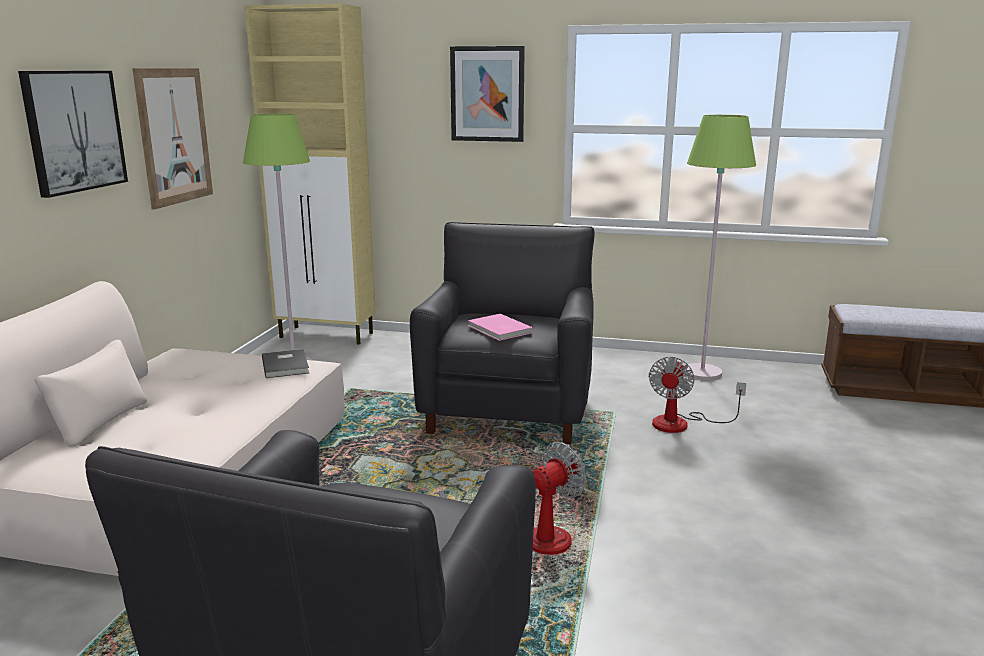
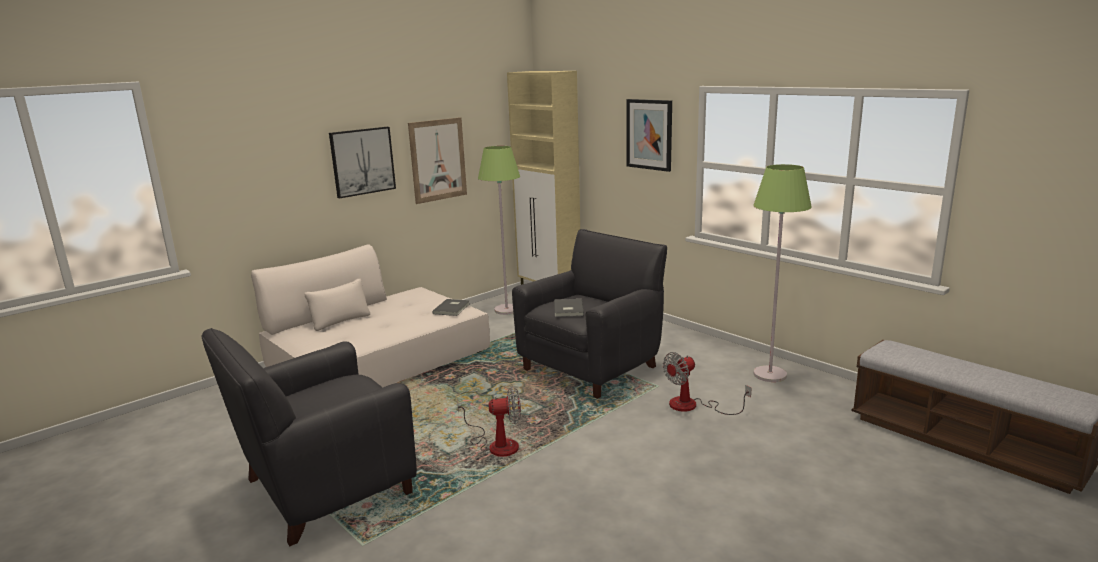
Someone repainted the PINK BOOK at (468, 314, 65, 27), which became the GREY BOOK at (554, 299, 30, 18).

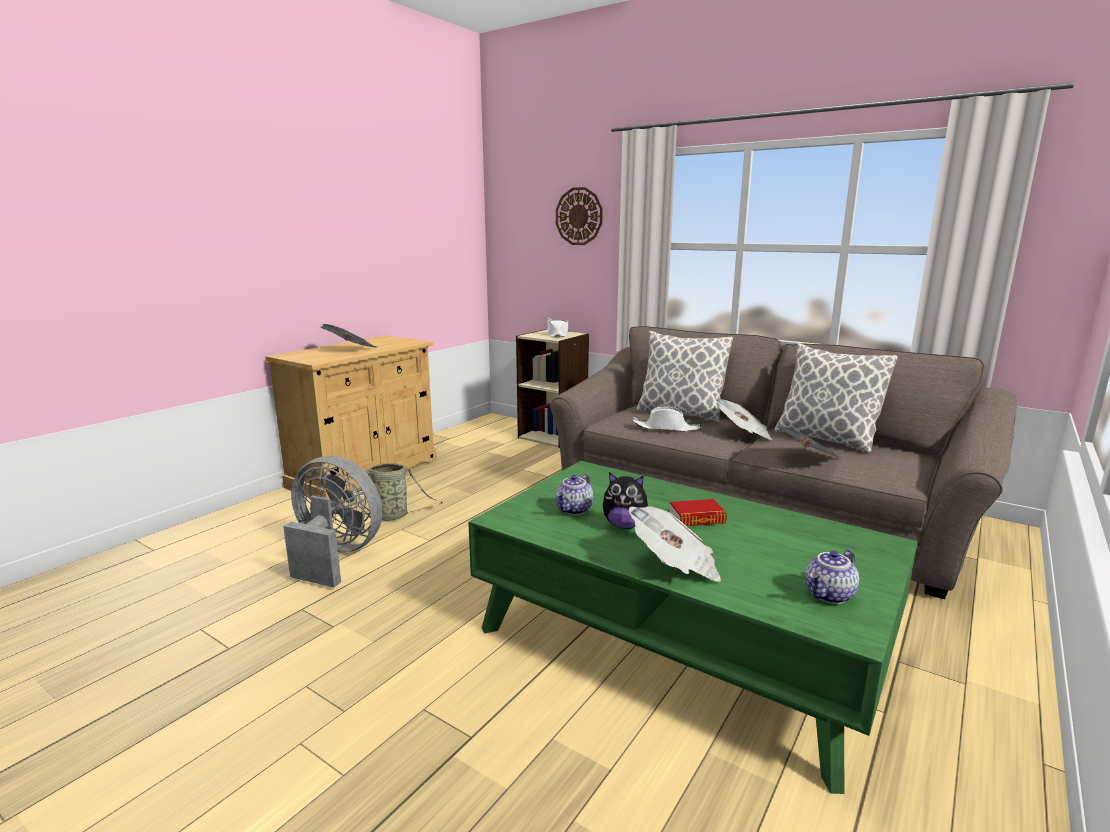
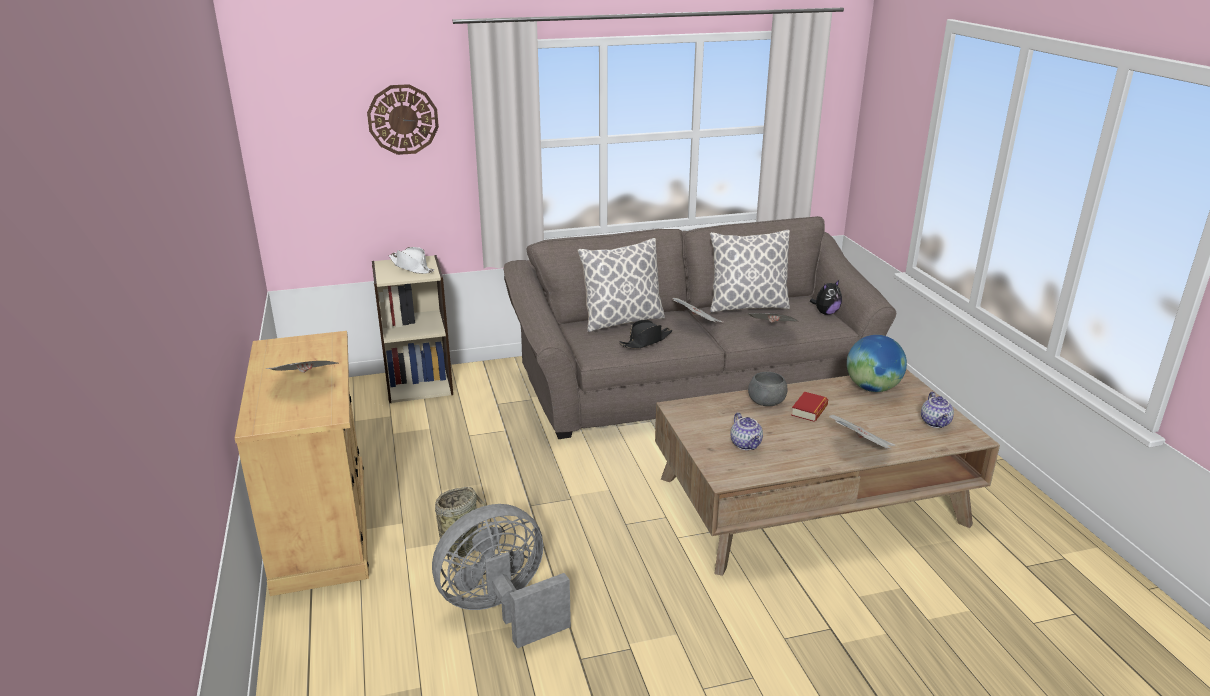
Someone repainted the GREEN COFFEE TABLE at (468, 461, 450, 333), which became the BROWN COFFEE TABLE at (655, 369, 345, 207). Someone carried the PLUSH TOY from (603, 472, 51, 57) to (810, 280, 32, 35). Someone repainted the WHITE HAT at (632, 407, 70, 24), which became the BLACK HAT at (619, 320, 53, 29). Someone put down the GREY BOWL at (748, 372, 39, 34). Someone put down the GLOBE at (847, 335, 60, 57).

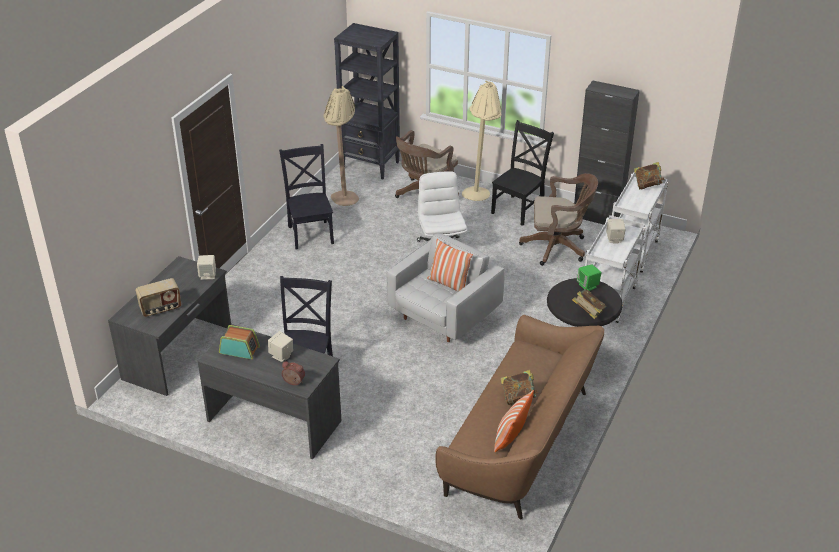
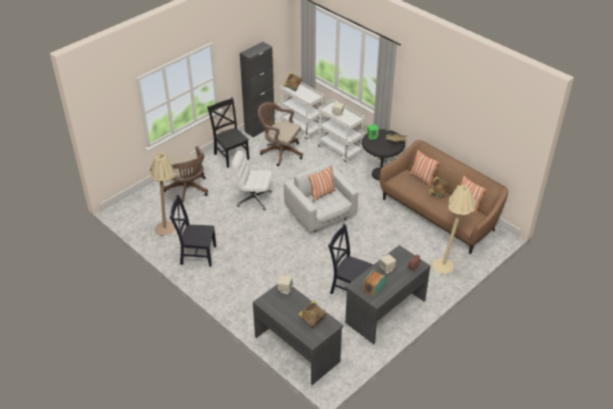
Someone swapped the RADIO at (135, 278, 46, 39) for the BOOK at (299, 300, 27, 28). Someone took away the BLACK BOOKCASE at (334, 23, 66, 156). Someone carried the BEIGE FLOOR LAMP from (462, 80, 39, 121) to (432, 185, 44, 89). Someone rotated the BROWN OFFICE CHAIR at (519, 173, 79, 93) by 90 degrees counterclockwise. Someone put down the PILLOW at (409, 150, 30, 36).

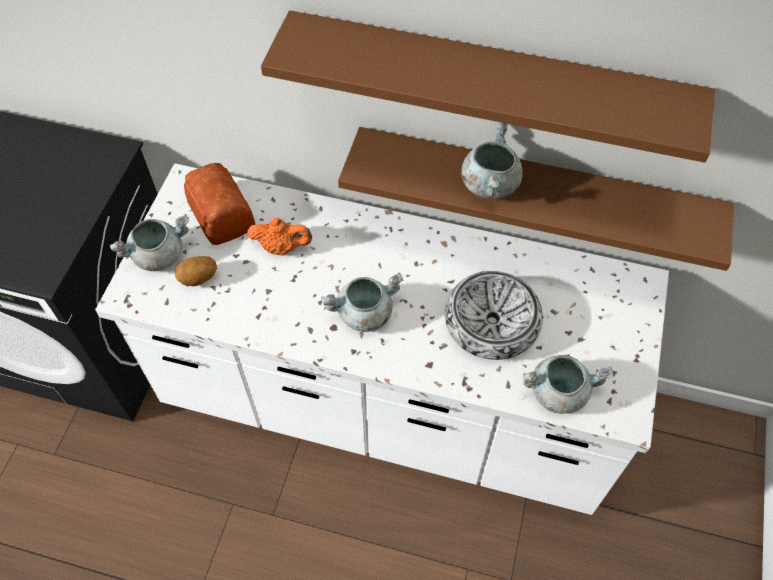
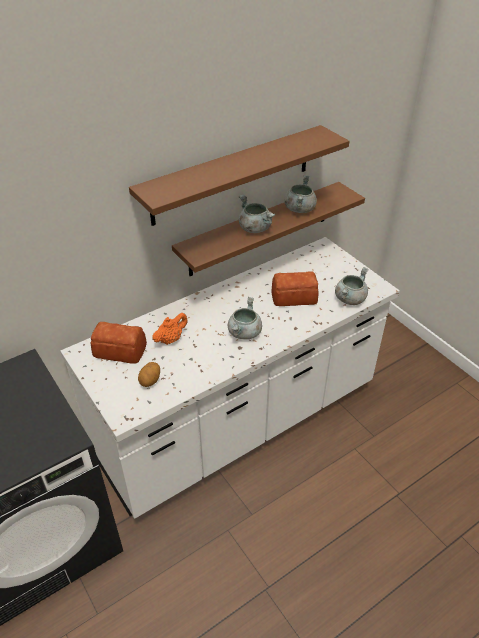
Someone carried the GREY COOKING POT from (110, 214, 79, 57) to (284, 175, 33, 38). Someone swapped the BOWL at (445, 271, 98, 89) for the BREAD at (271, 271, 48, 35).

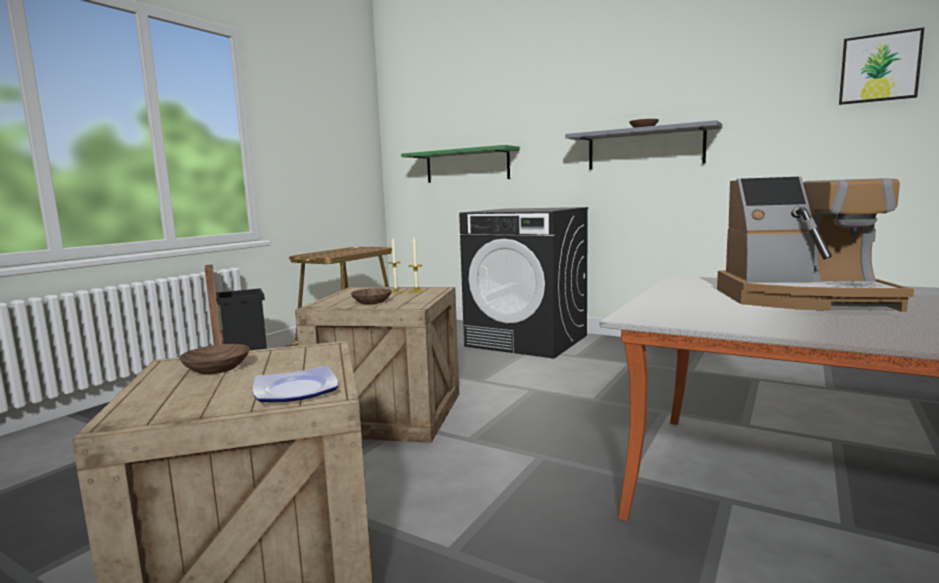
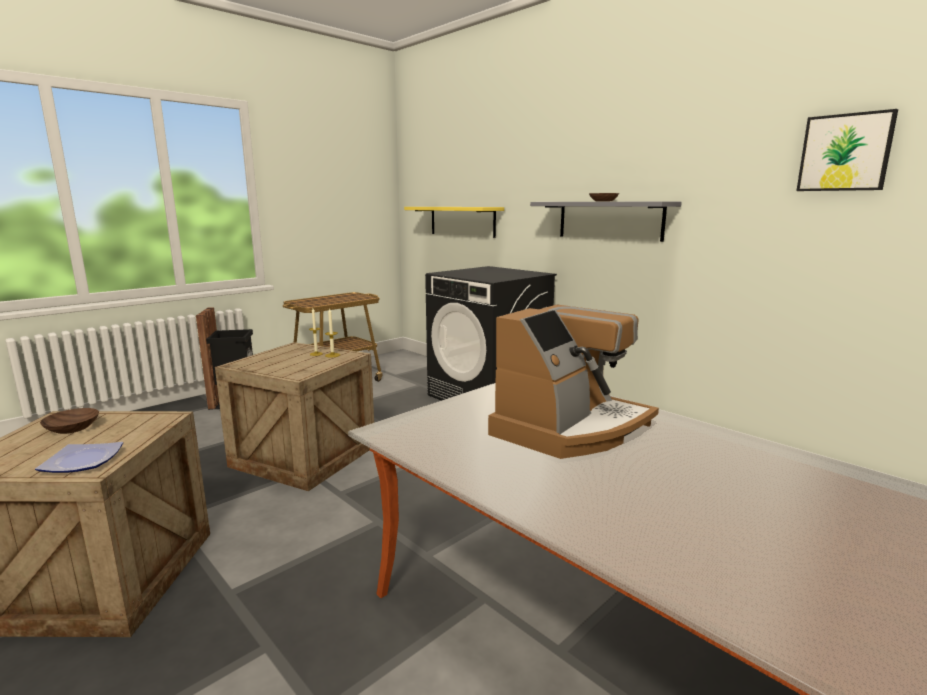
Someone took away the BROWN BOWL at (351, 288, 41, 16). Someone repainted the GREEN SHELF at (401, 145, 119, 38), which became the YELLOW SHELF at (404, 207, 100, 31). Someone rotated the COFFEE MACHINE at (717, 176, 197, 136) by 75 degrees counterclockwise.

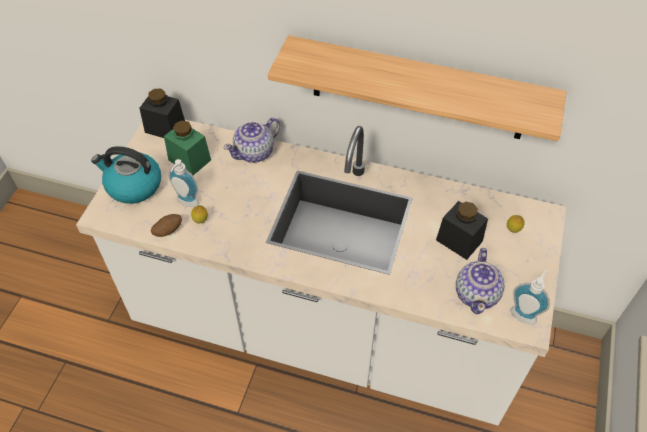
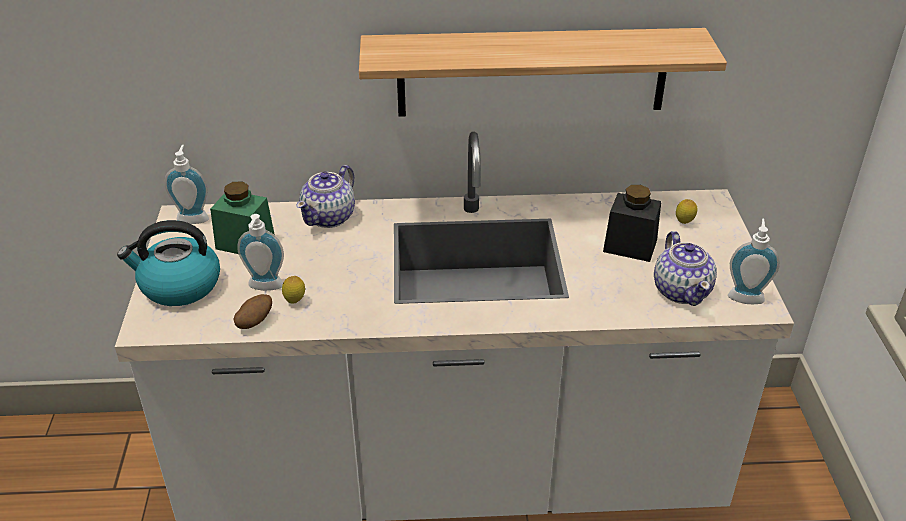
Someone swapped the BLACK JAR at (140, 89, 45, 49) for the SOAP DISPENSER at (164, 145, 45, 79).

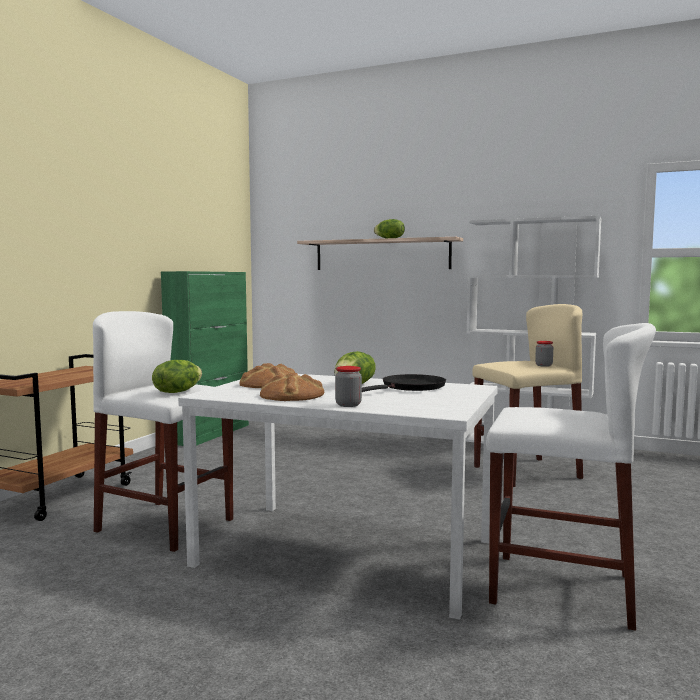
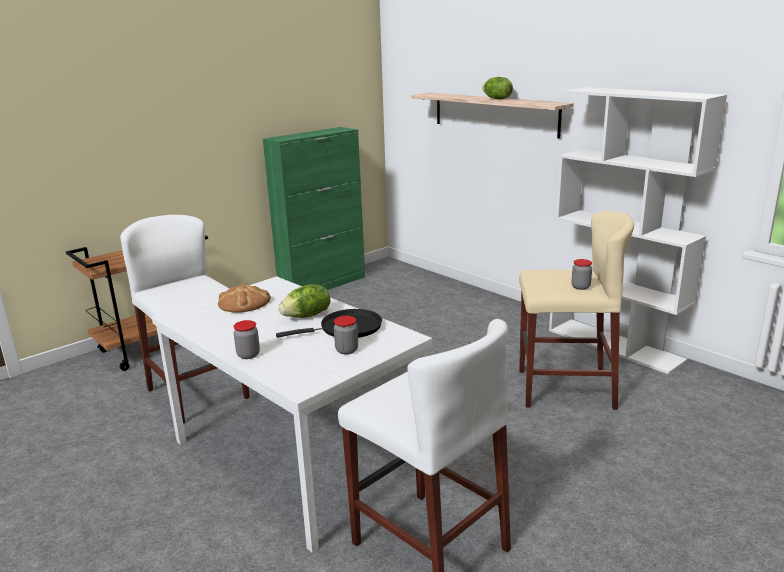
Someone took away the LETTUCE at (152, 360, 50, 33). Someone took away the BREAD at (260, 372, 64, 29). Someone put down the JAR at (334, 316, 24, 38).

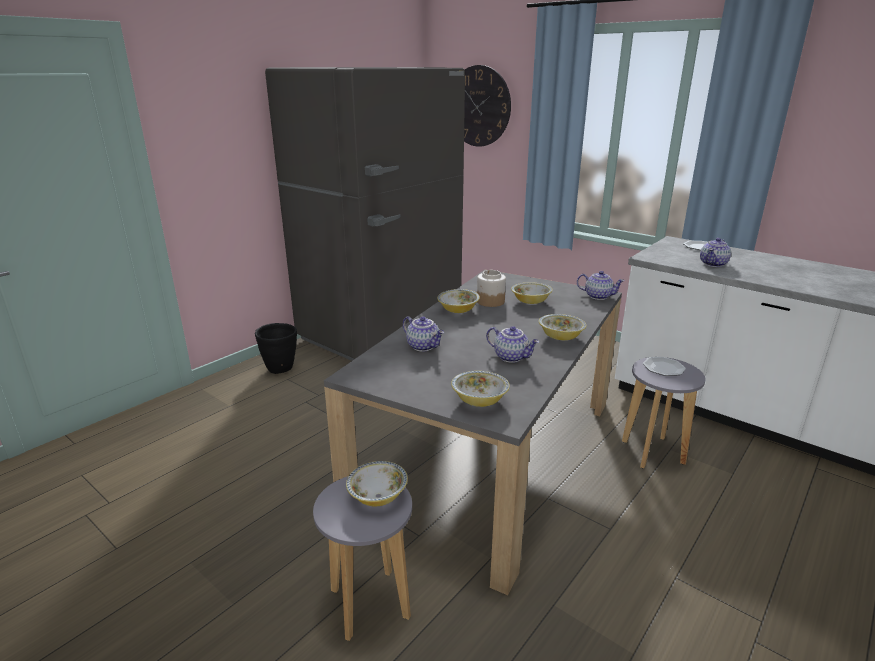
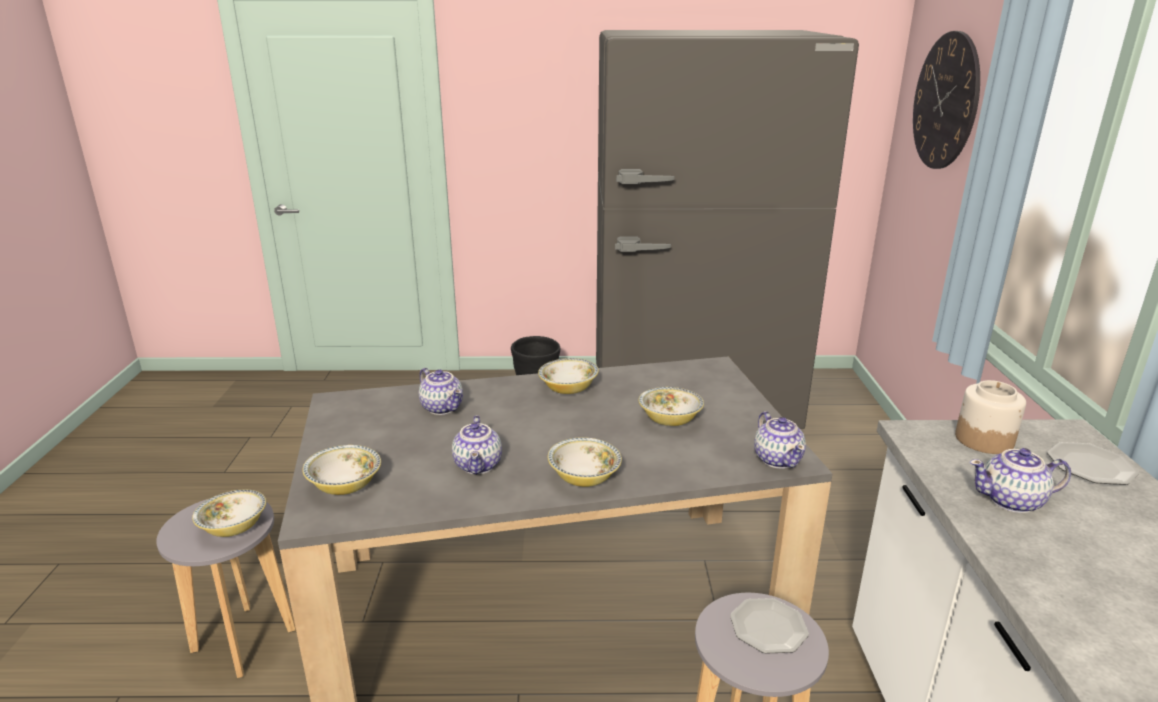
Someone rotated the TEAPOT at (403, 316, 41, 35) by 45 degrees counterclockwise. Someone carried the JAR from (477, 270, 29, 37) to (955, 380, 71, 74).

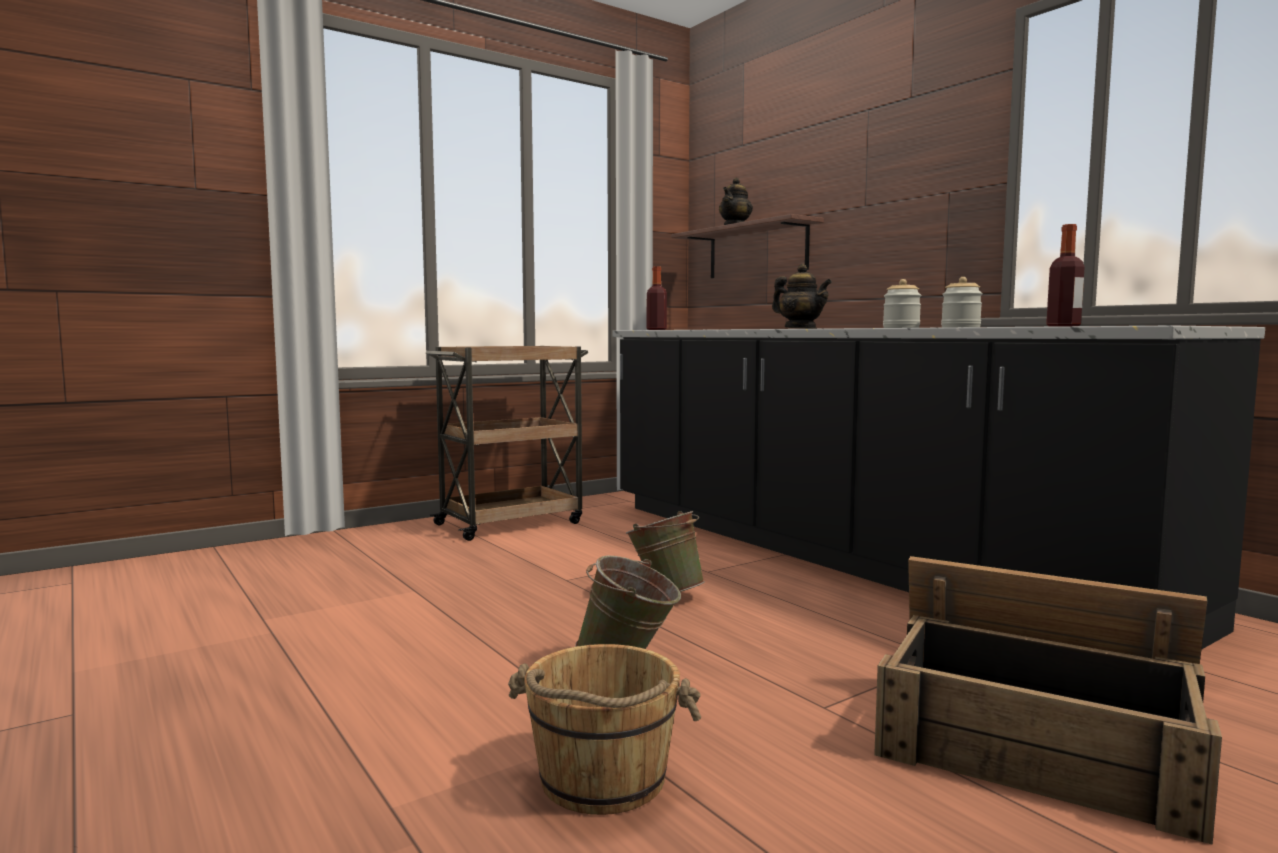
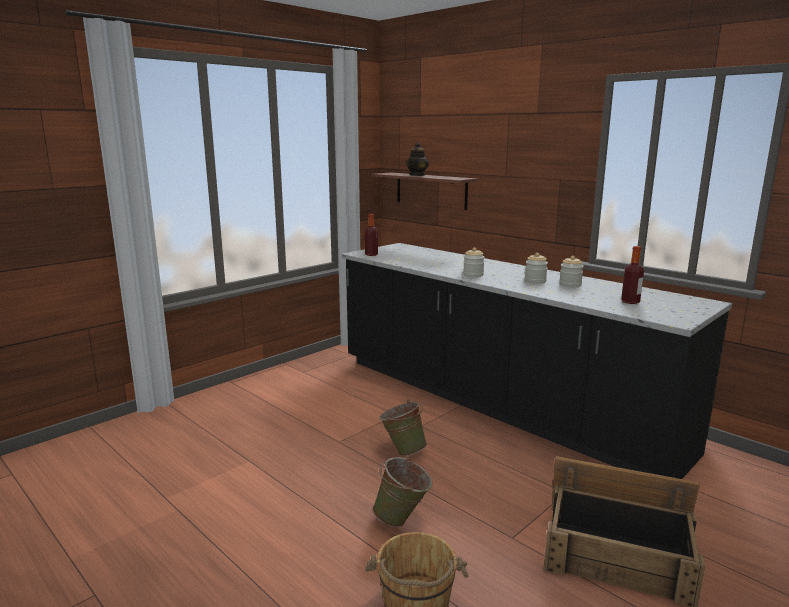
Someone took away the BROWN CART at (426, 346, 162, 195). Someone swapped the TEAPOT at (772, 264, 60, 65) for the JAR at (463, 248, 22, 29).

